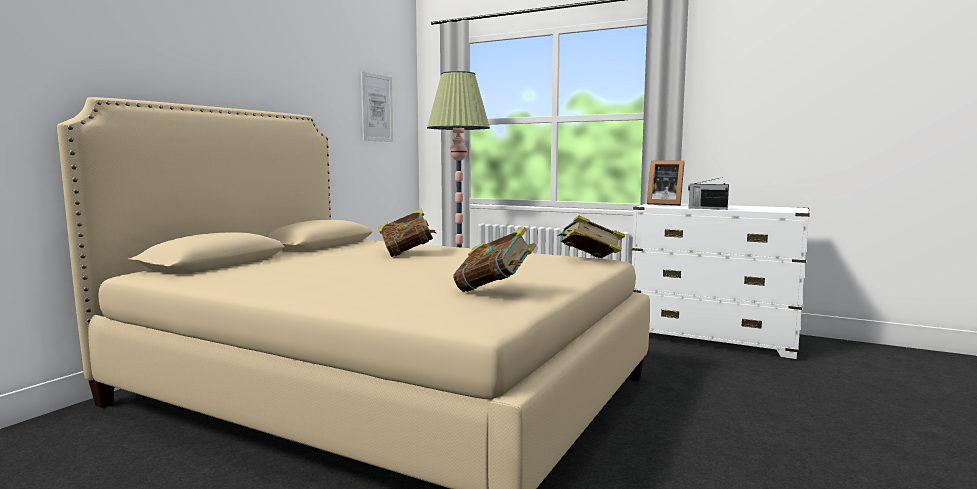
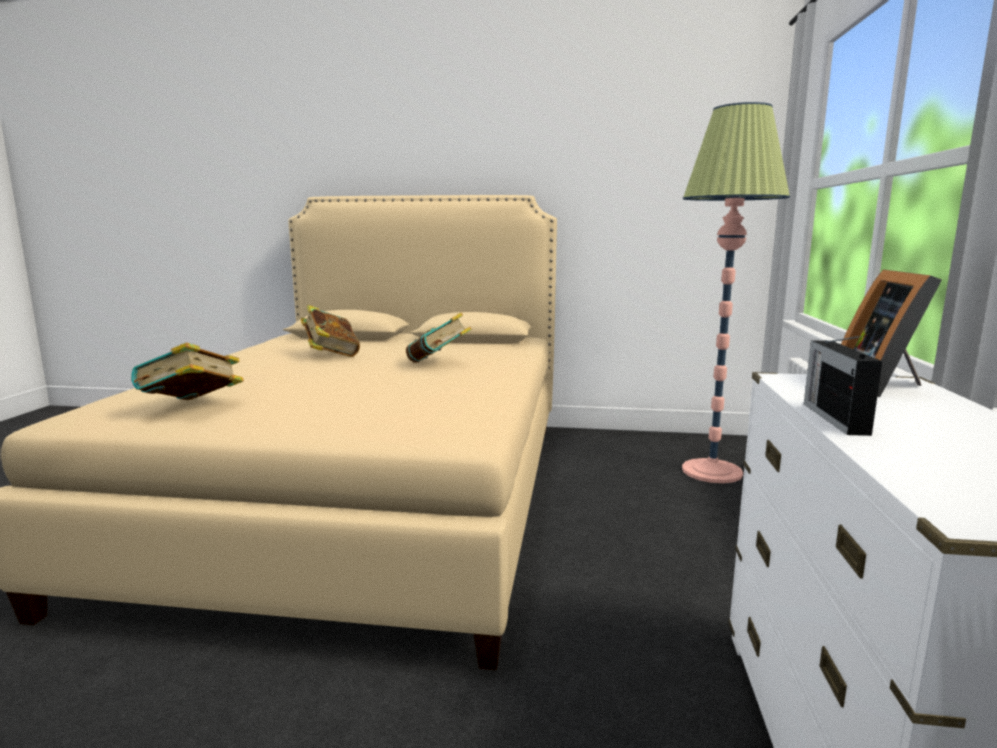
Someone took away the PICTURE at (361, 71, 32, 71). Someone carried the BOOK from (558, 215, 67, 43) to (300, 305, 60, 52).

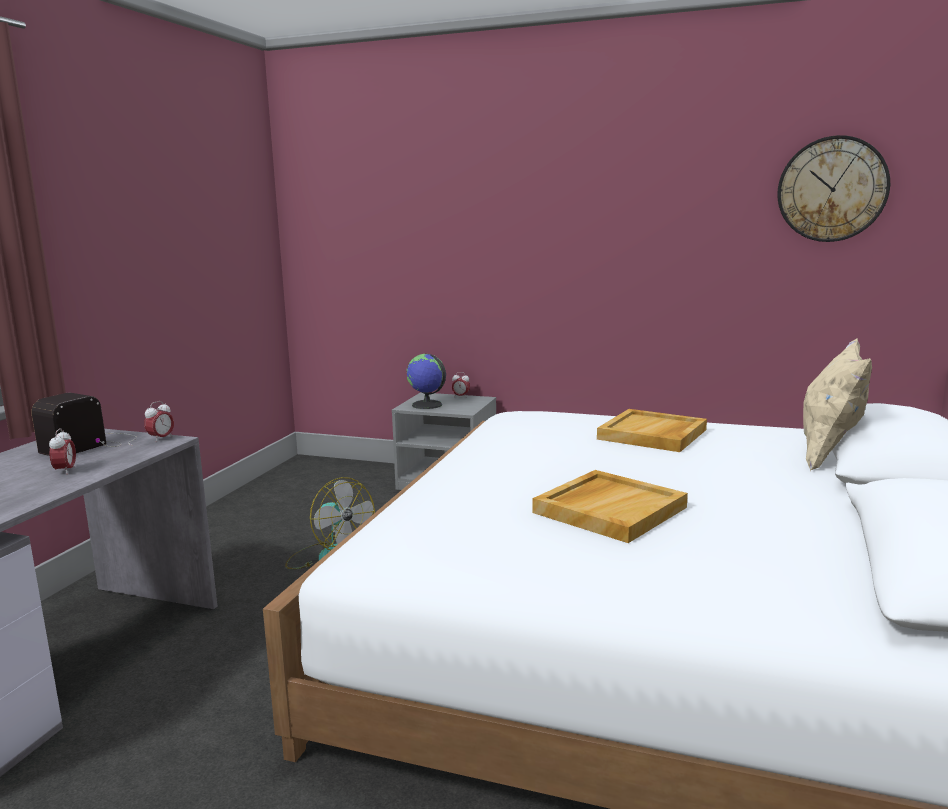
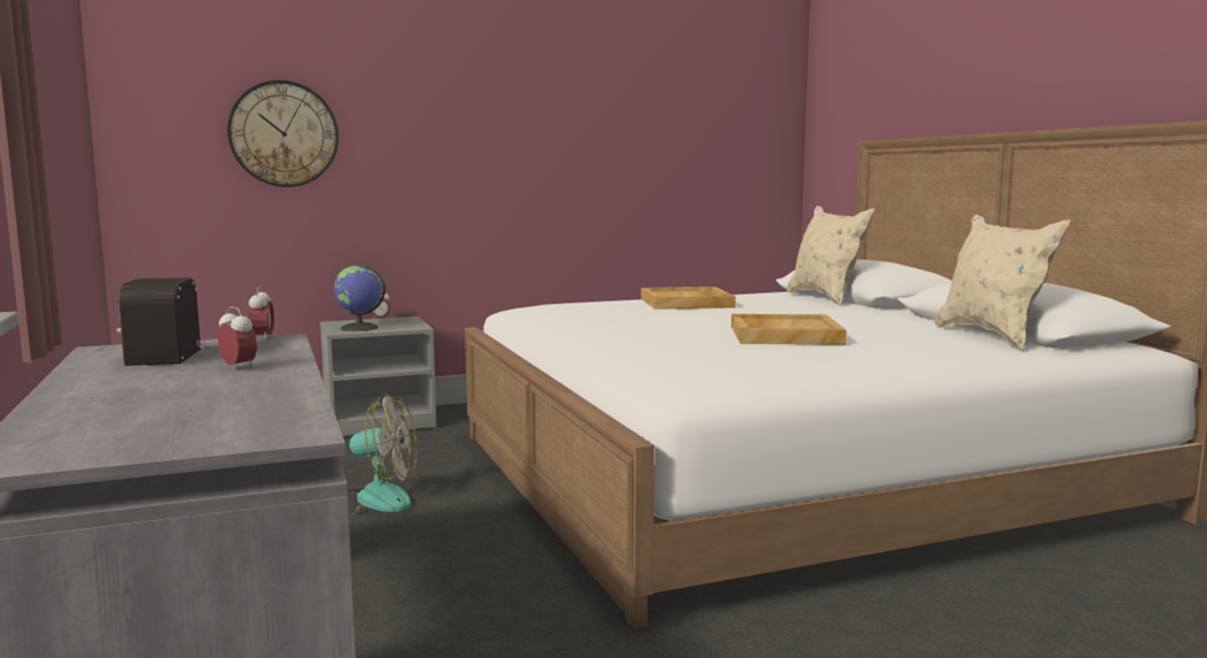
Someone carried the WALL CLOCK from (777, 135, 113, 107) to (227, 80, 112, 107). Someone put down the BEIGE PILLOW at (934, 215, 136, 134).

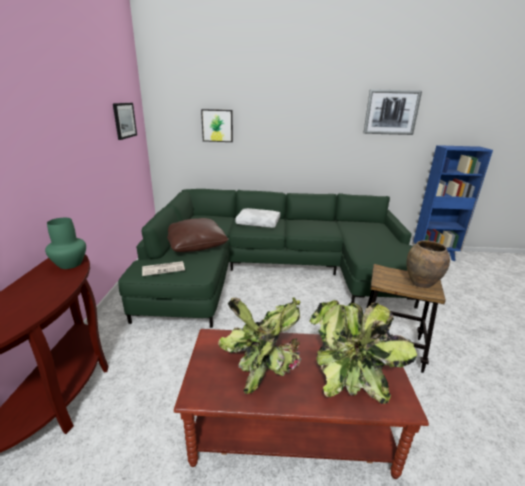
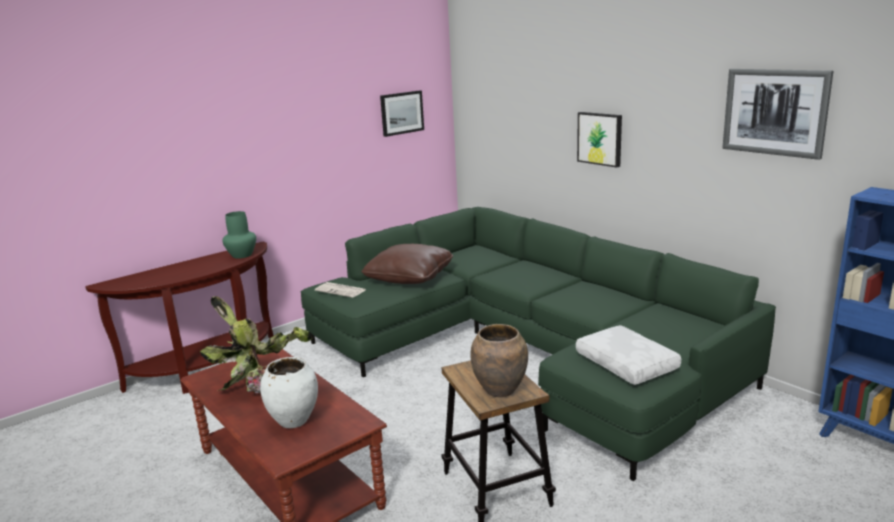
Someone carried the PICTURE from (201, 109, 32, 33) to (577, 112, 45, 56). Someone carried the WHITE PILLOW from (235, 208, 45, 20) to (576, 325, 105, 60). Someone swapped the POTTED PLANT at (309, 300, 108, 104) for the WHITE VASE at (260, 357, 58, 71).

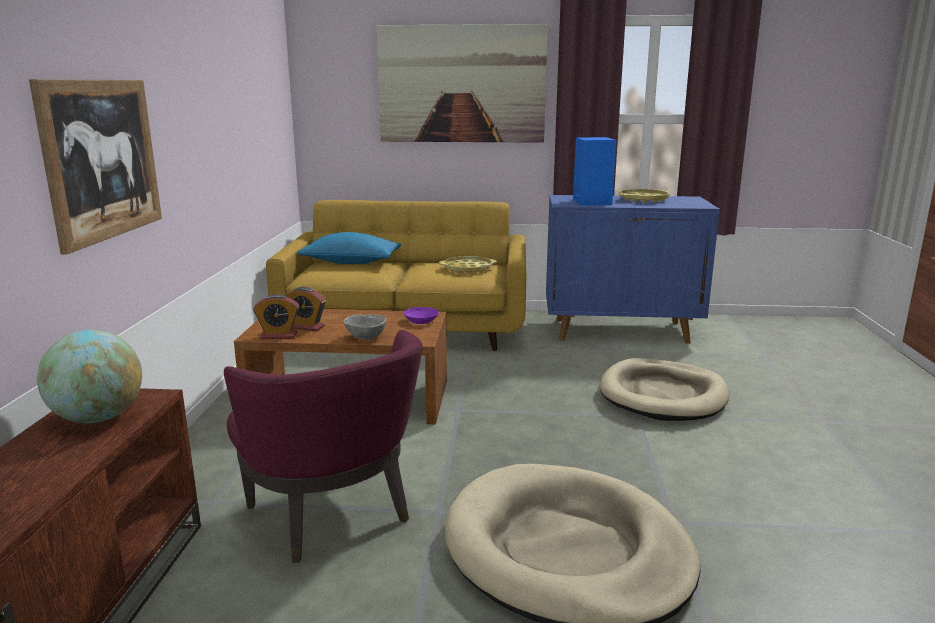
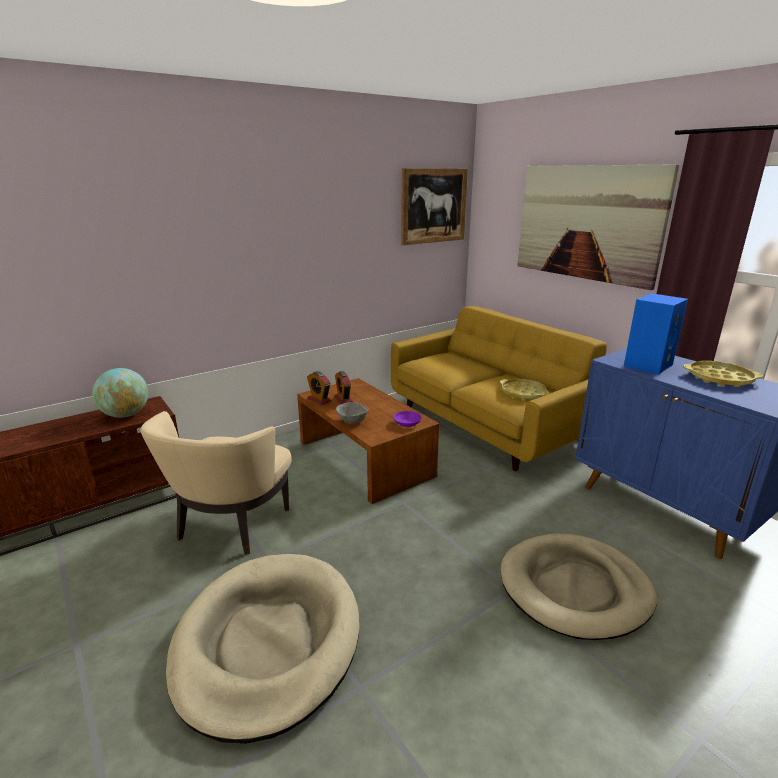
Someone carried the PICTURE from (29, 79, 133, 176) to (401, 168, 67, 77). Someone repainted the PURPLE ARMCHAIR at (224, 330, 199, 233), which became the BEIGE ARMCHAIR at (140, 411, 151, 144). Someone took away the BLUE PILLOW at (297, 232, 104, 32).

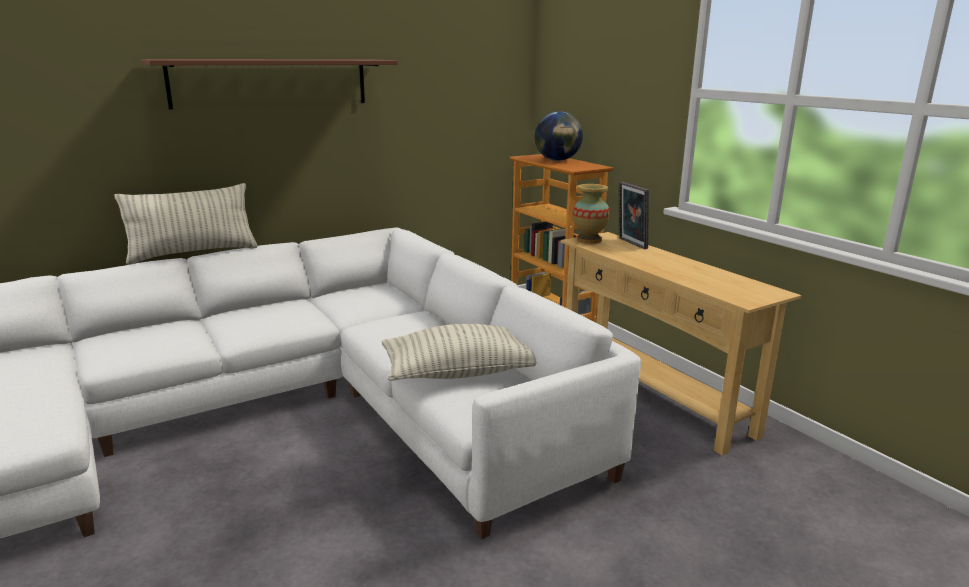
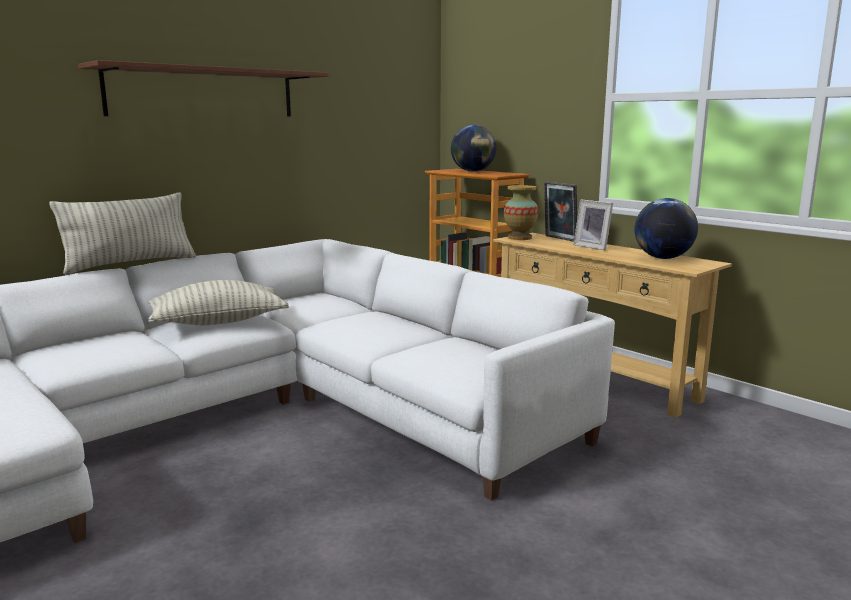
Someone carried the PILLOW from (382, 324, 155, 57) to (148, 280, 141, 45). Someone put down the PICTURE FRAME at (573, 199, 40, 51). Someone put down the GLOBE at (635, 198, 63, 61).

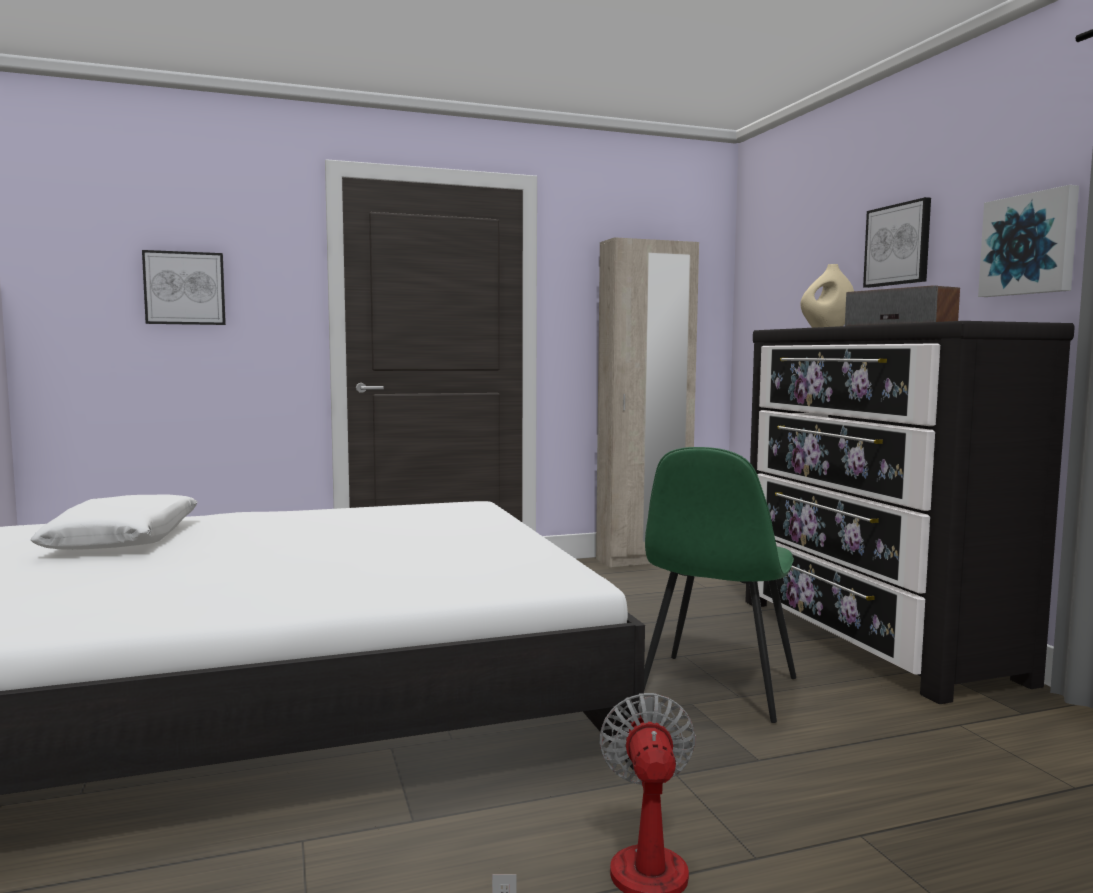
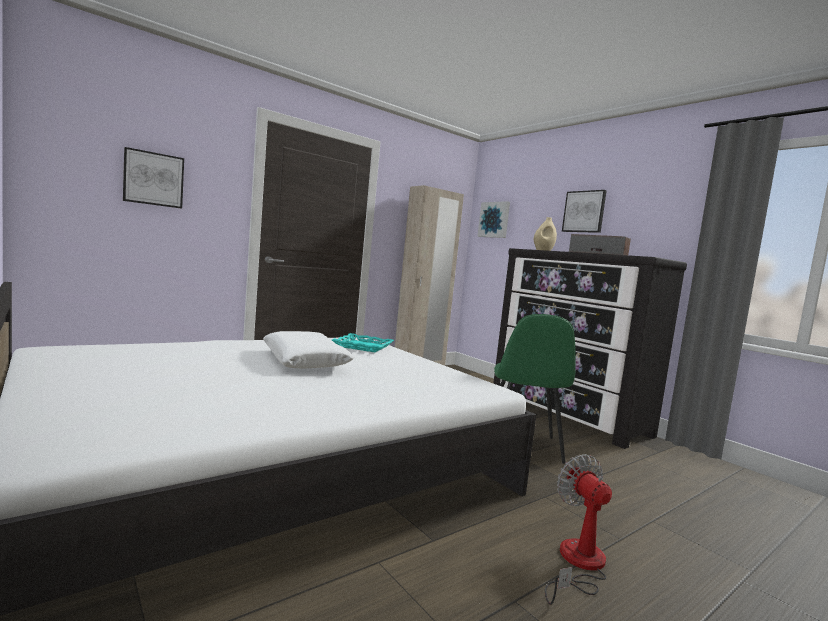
Someone carried the WHITE PILLOW from (30, 494, 168, 56) to (263, 331, 91, 38). Someone carried the PICTURE from (978, 185, 101, 112) to (477, 201, 33, 37). Someone put down the TURQUOISE TRAY at (332, 333, 62, 19).

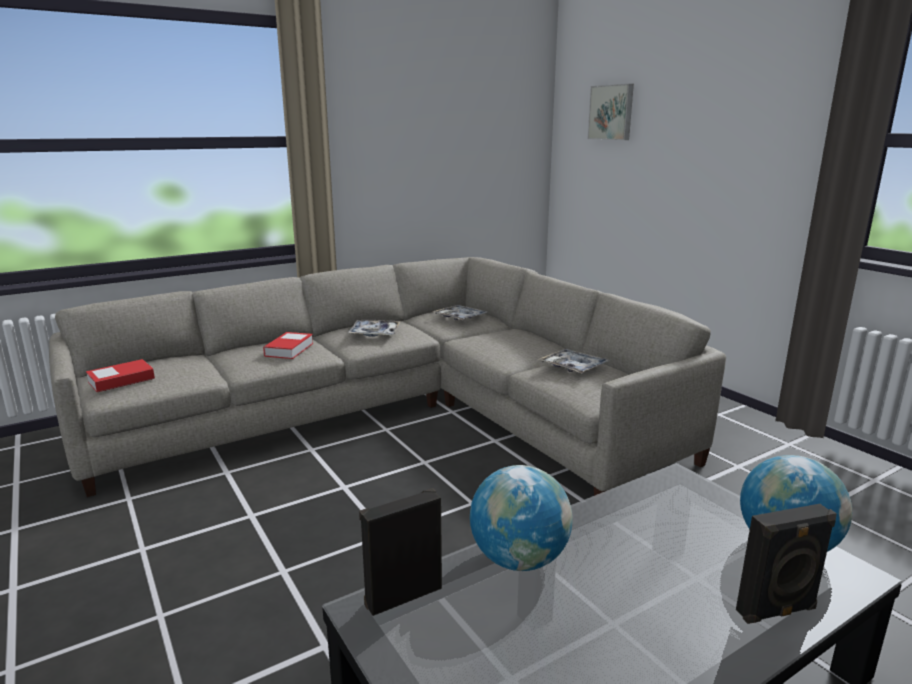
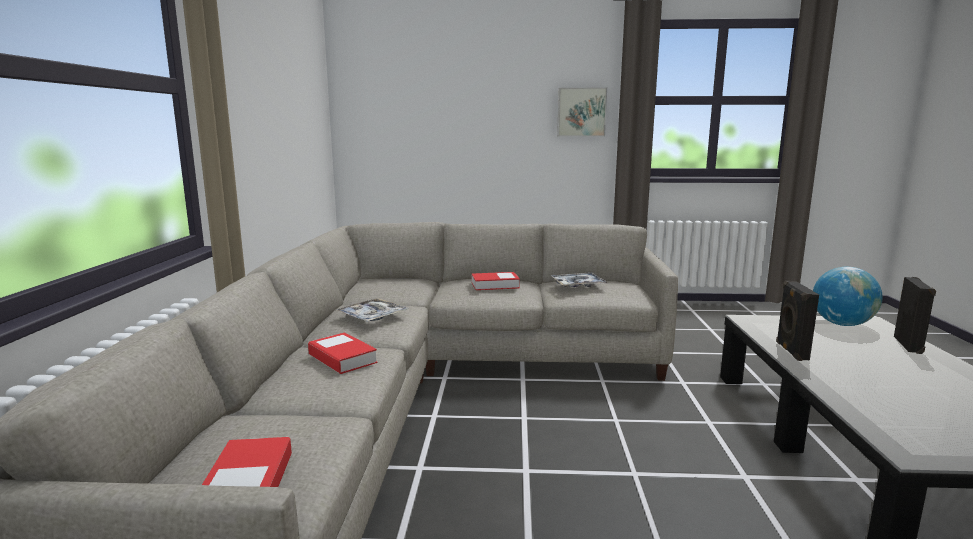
Someone carried the BLACK SPEAKER from (359, 488, 83, 128) to (776, 281, 43, 80). Someone took away the TRAY at (432, 305, 56, 15). Someone took away the GLOBE at (470, 465, 102, 106). Someone carried the PICTURE from (588, 84, 46, 56) to (557, 87, 50, 50). Someone put down the BOOK at (472, 272, 48, 18).

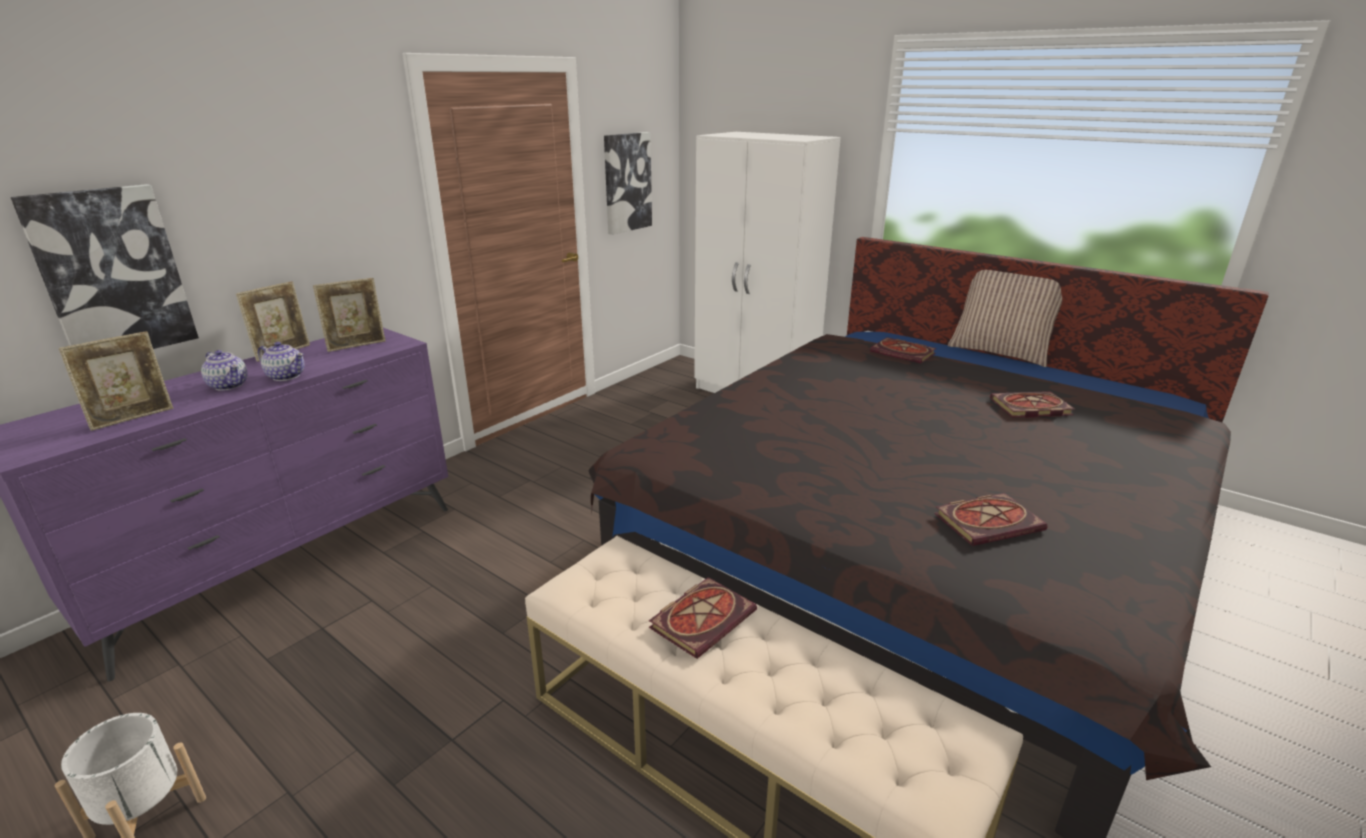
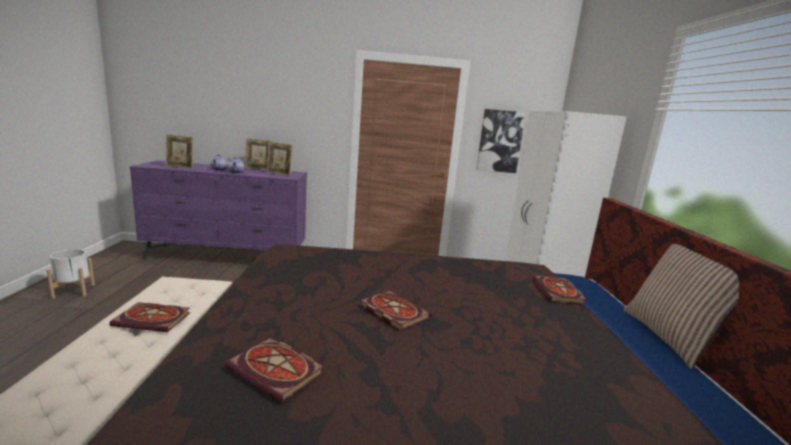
Someone took away the PICTURE at (11, 184, 188, 165). Someone carried the BOOK from (990, 391, 85, 27) to (360, 290, 71, 41).

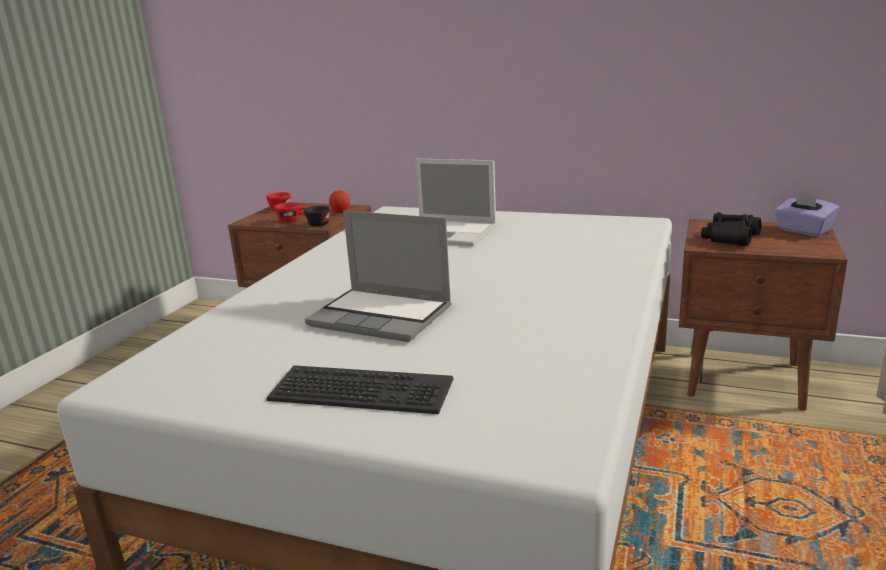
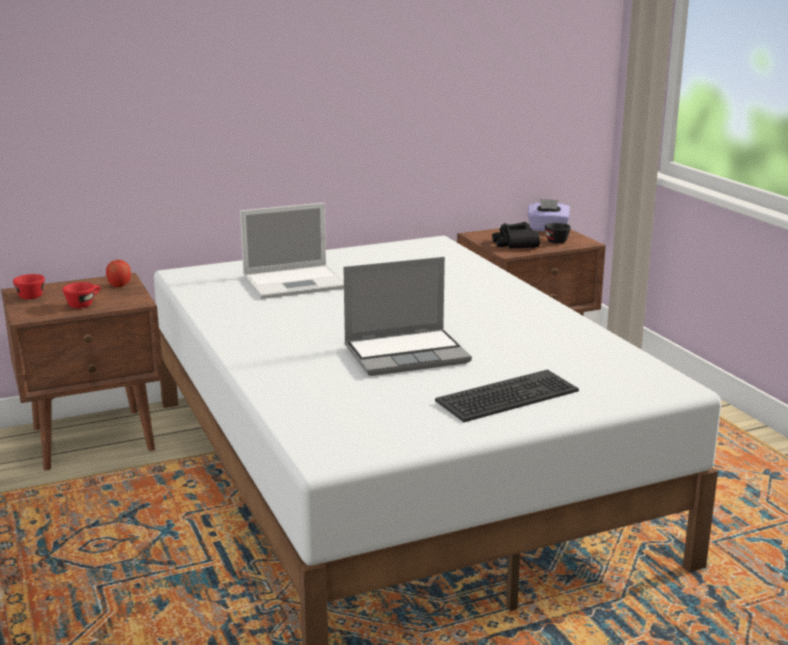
Someone carried the BLACK CUP from (304, 206, 26, 21) to (545, 223, 26, 21).

